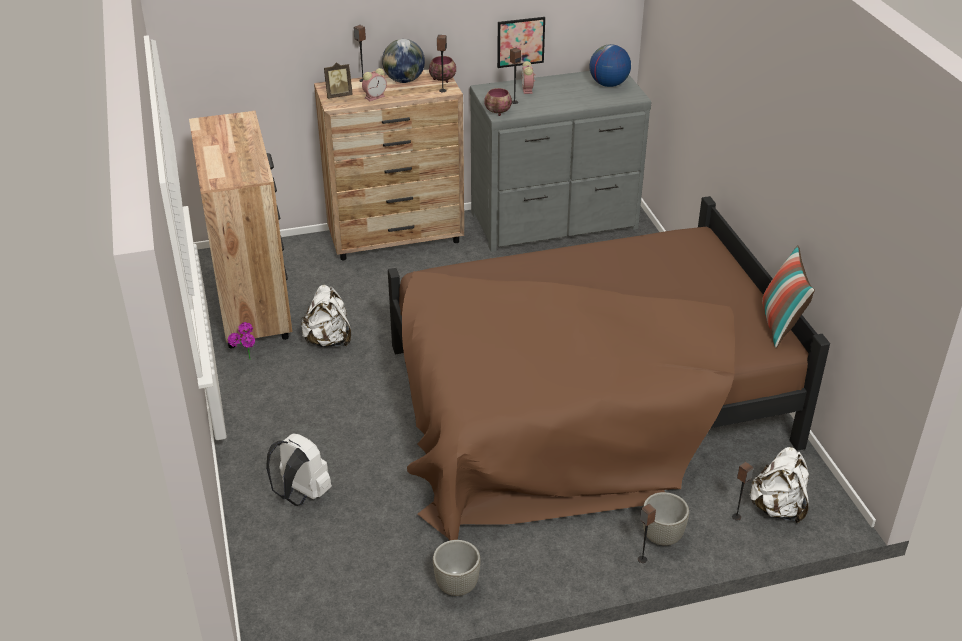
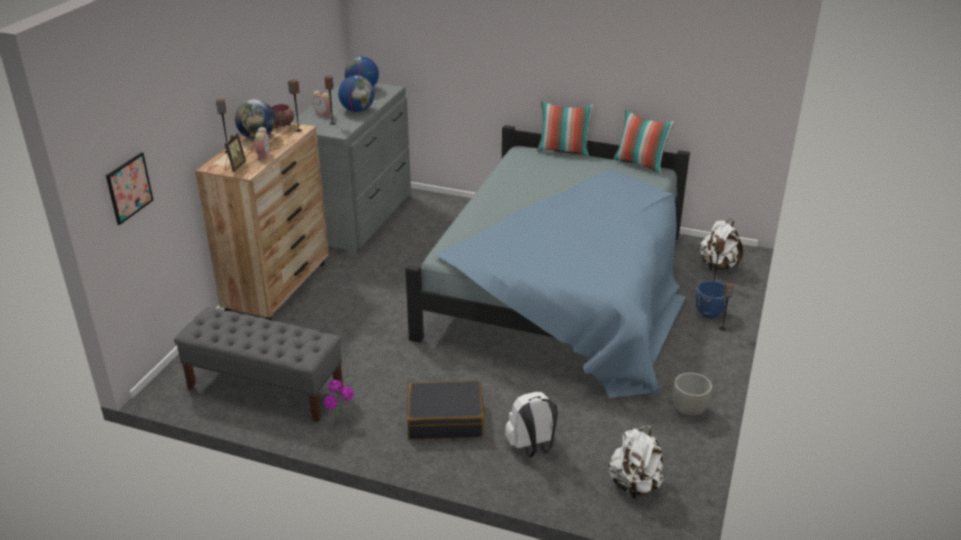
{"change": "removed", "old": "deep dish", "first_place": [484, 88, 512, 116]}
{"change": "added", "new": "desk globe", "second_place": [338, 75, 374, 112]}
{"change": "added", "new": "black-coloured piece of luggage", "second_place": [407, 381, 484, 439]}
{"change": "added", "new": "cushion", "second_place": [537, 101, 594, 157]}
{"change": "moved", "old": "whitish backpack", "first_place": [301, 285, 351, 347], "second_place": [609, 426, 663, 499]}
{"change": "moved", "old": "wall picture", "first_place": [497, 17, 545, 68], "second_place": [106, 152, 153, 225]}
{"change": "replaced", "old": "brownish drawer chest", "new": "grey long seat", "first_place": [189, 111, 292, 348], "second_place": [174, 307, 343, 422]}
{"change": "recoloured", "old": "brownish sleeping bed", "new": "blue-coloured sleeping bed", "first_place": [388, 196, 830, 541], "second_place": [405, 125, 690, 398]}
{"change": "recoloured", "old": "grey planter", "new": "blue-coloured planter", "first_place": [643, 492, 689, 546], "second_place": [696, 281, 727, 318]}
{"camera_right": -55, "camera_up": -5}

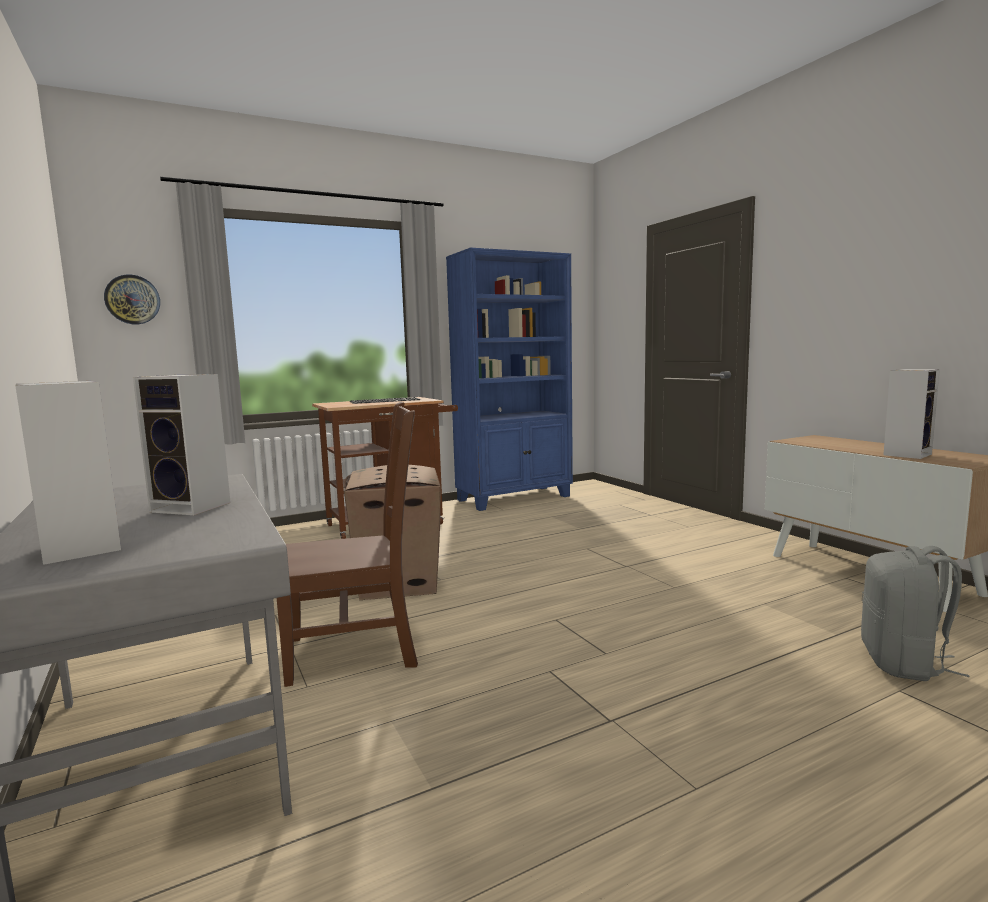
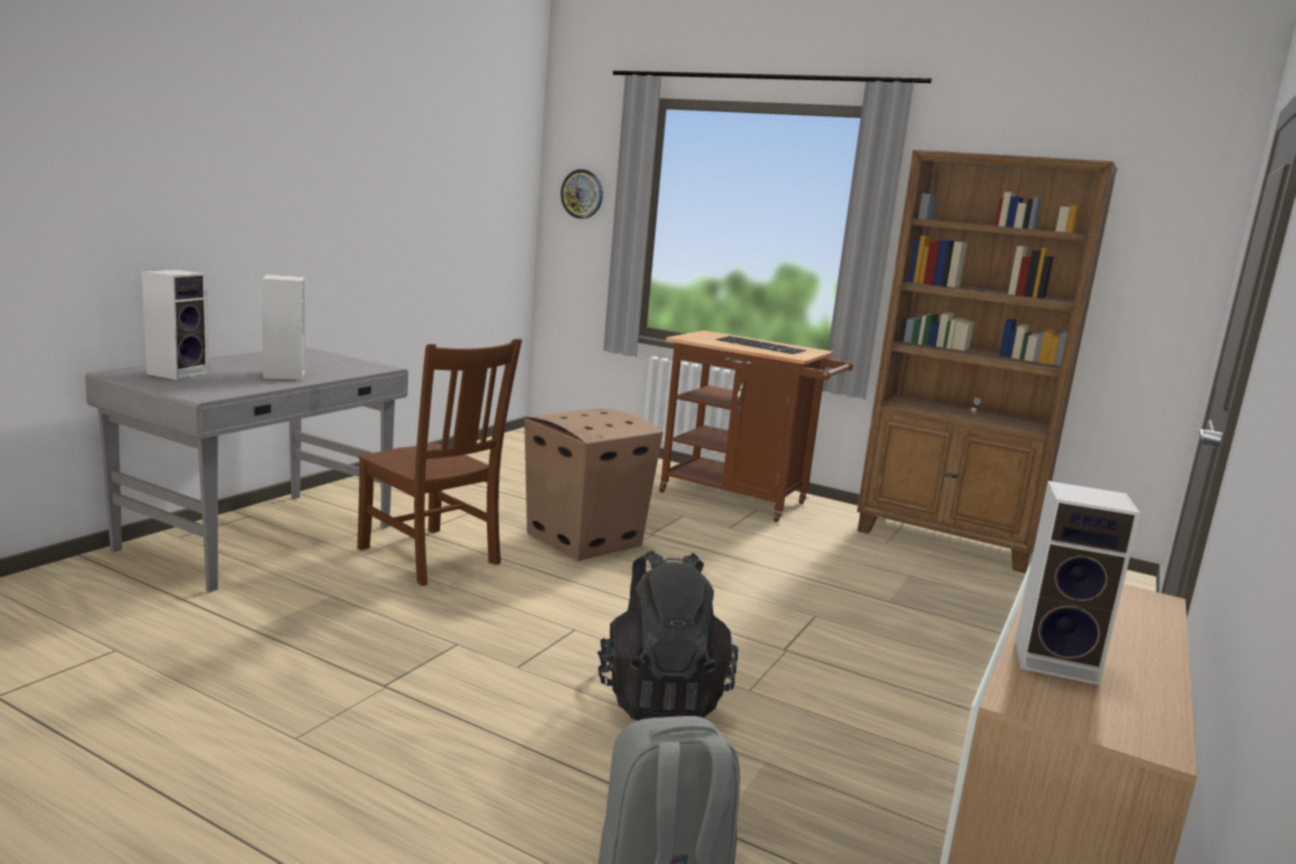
{"change": "added", "new": "black-coloured backpack", "second_place": [597, 551, 738, 721]}
{"change": "recoloured", "old": "blue-coloured shelving unit", "new": "brownish shelving unit", "first_place": [446, 248, 573, 511], "second_place": [857, 150, 1117, 573]}
{"camera_right": 55, "camera_up": 5}

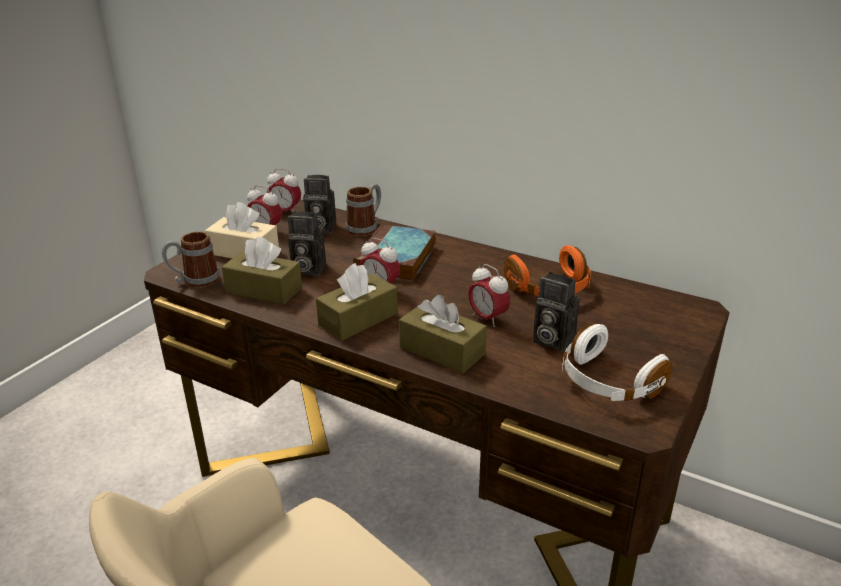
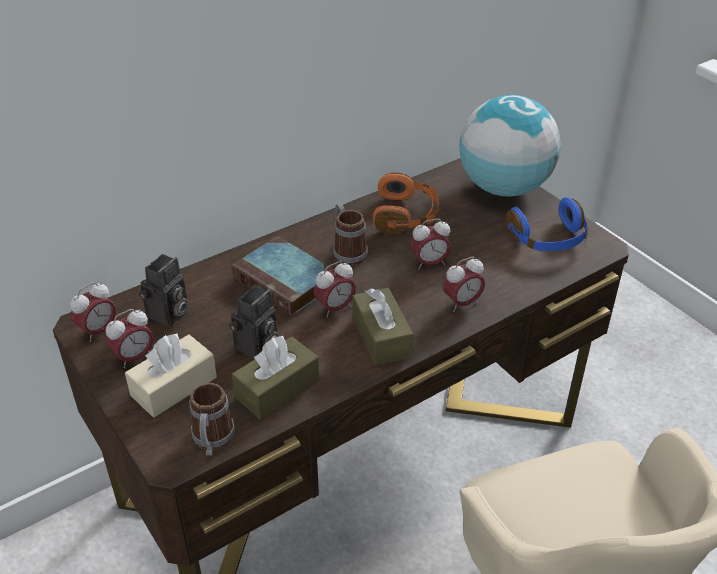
{"change": "removed", "old": "photo camera", "first_place": [533, 272, 580, 351]}
{"change": "added", "new": "desk globe", "second_place": [460, 95, 561, 197]}
{"change": "moved", "old": "coffee mug", "first_place": [346, 184, 381, 236], "second_place": [333, 203, 368, 265]}
{"change": "replaced", "old": "brownish tissue holder", "new": "alarm clock", "first_place": [399, 295, 487, 373], "second_place": [443, 257, 485, 312]}
{"change": "recoloured", "old": "whitish headset", "new": "blue-coloured headset", "first_place": [562, 324, 673, 401], "second_place": [506, 197, 588, 252]}
{"camera_right": -65, "camera_up": 10}

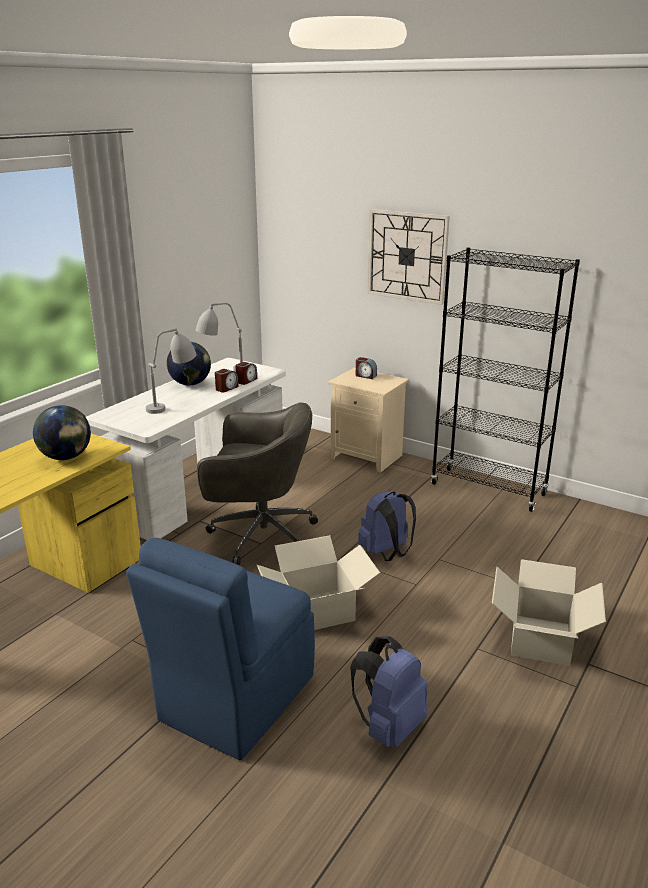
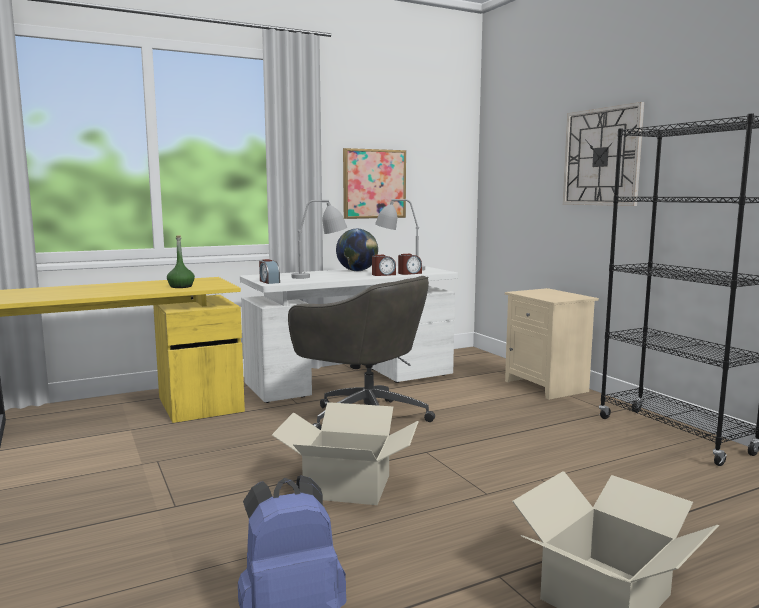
{"change": "removed", "old": "blue-coloured upright chair", "first_place": [126, 538, 315, 760]}
{"change": "removed", "old": "blue-coloured backpack", "first_place": [358, 490, 416, 561]}
{"change": "added", "new": "wall picture", "second_place": [343, 148, 406, 219]}
{"change": "moved", "old": "alarm clock", "first_place": [356, 357, 377, 379], "second_place": [259, 259, 280, 284]}
{"change": "replaced", "old": "desk globe", "new": "greenish bottle", "first_place": [33, 405, 91, 460], "second_place": [167, 235, 195, 288]}
{"camera_right": 30, "camera_up": -15}

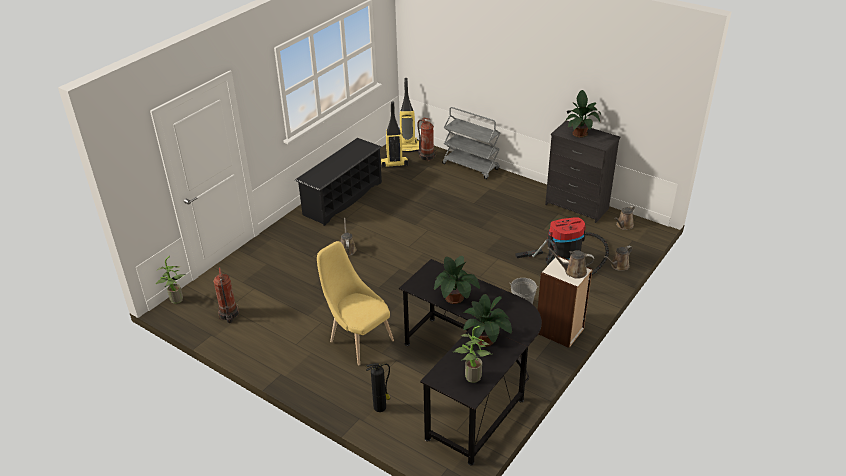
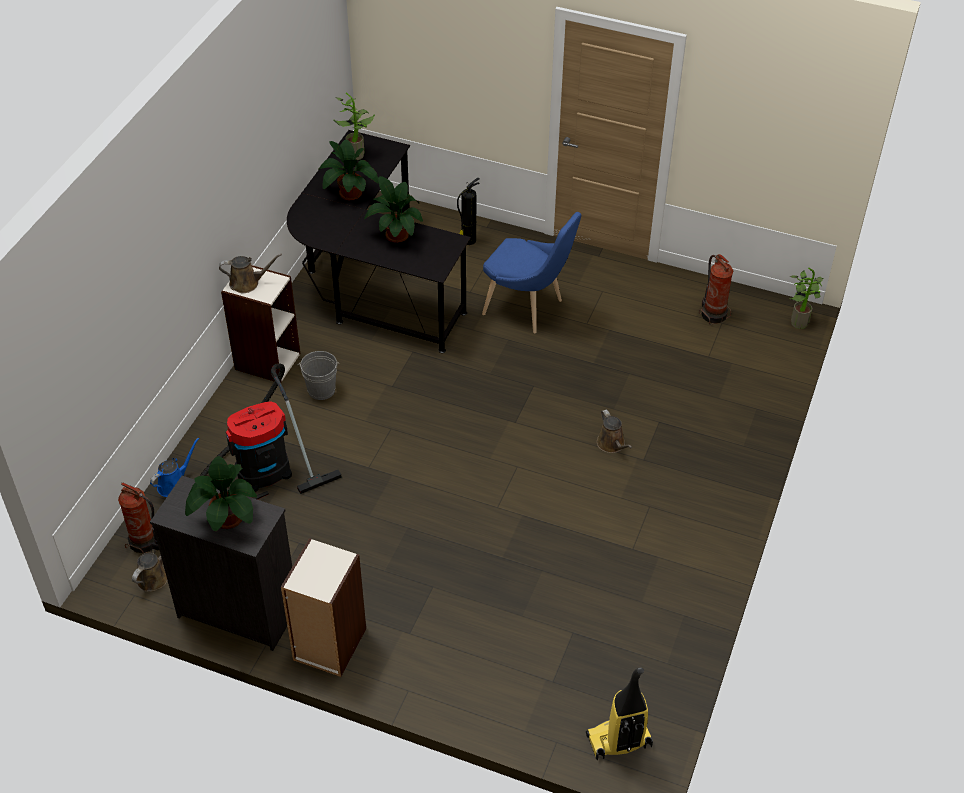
{"change": "removed", "old": "black-coloured shoe stand", "first_place": [294, 138, 382, 226]}
{"change": "removed", "old": "vacuum cleaner", "first_place": [380, 101, 408, 168]}
{"change": "removed", "old": "grey cart", "first_place": [442, 107, 500, 179]}
{"change": "added", "new": "shelving unit", "second_place": [281, 538, 366, 677]}
{"change": "moved", "old": "fire-fighting cylinder", "first_place": [417, 117, 437, 161], "second_place": [118, 483, 159, 554]}
{"change": "recoloured", "old": "yellow upright chair", "new": "blue-coloured upright chair", "first_place": [317, 241, 394, 366], "second_place": [482, 212, 581, 333]}
{"change": "recoloured", "old": "brownish watering pot", "new": "blue-coloured watering pot", "first_place": [604, 246, 633, 271], "second_place": [150, 438, 199, 497]}
{"camera_right": 165, "camera_up": 10}

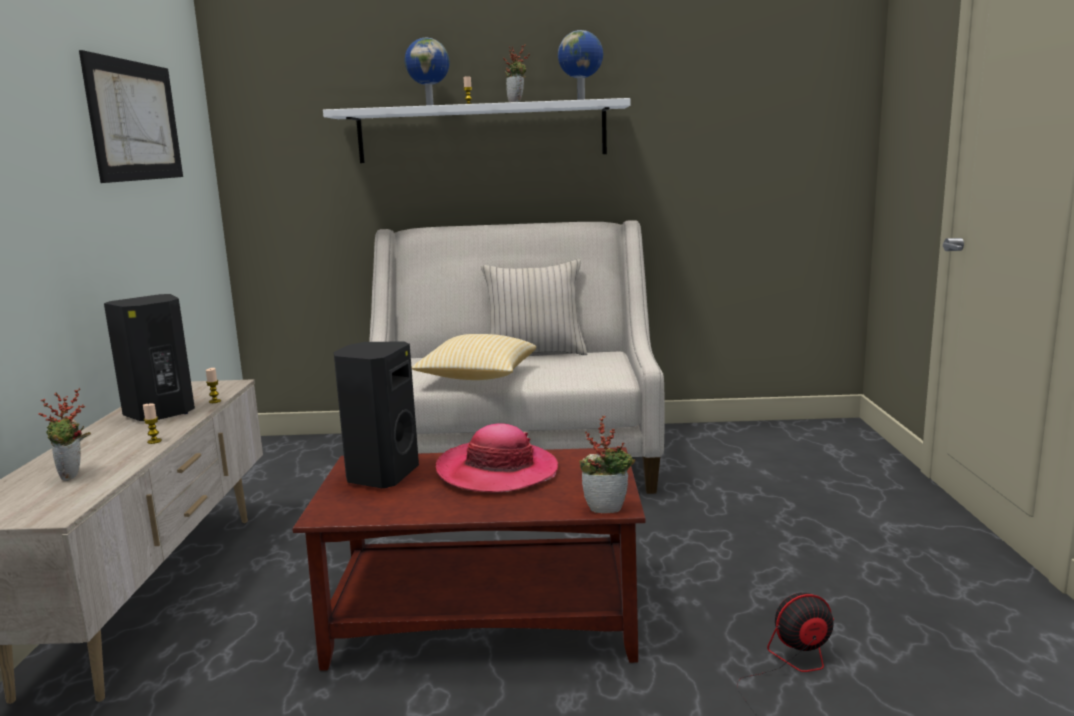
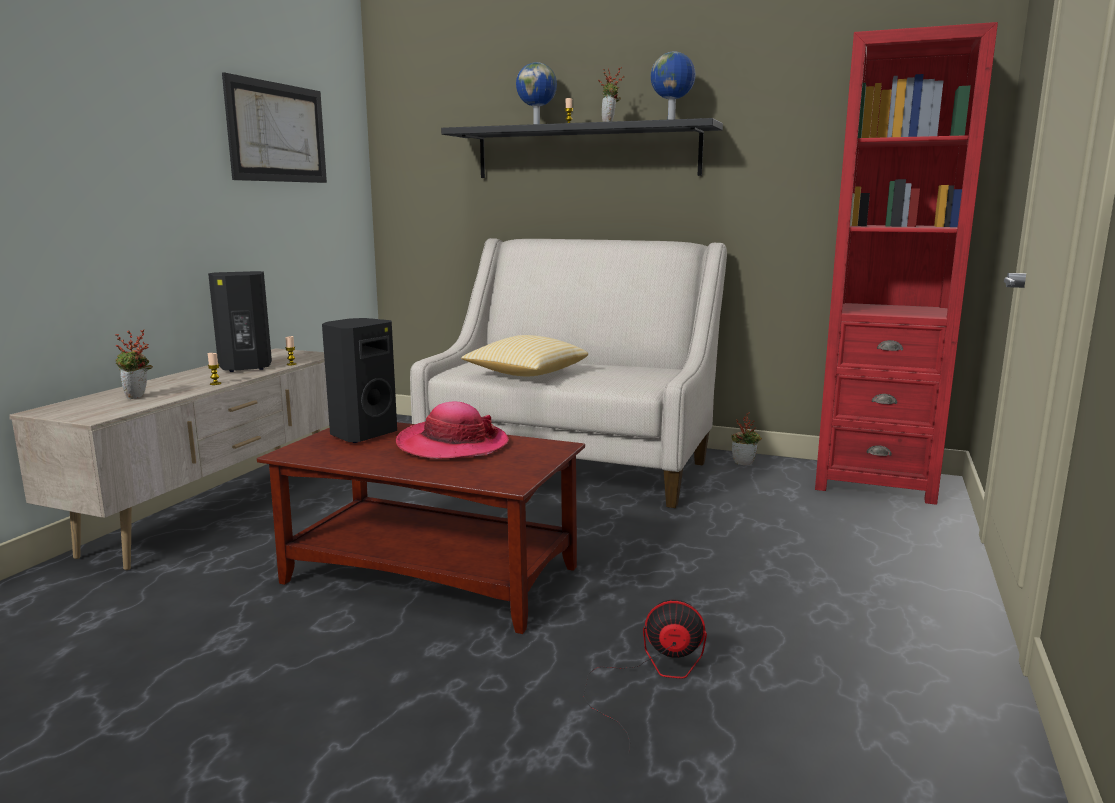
{"change": "removed", "old": "beige cushion", "first_place": [481, 259, 587, 355]}
{"change": "added", "new": "red-coloured shelving unit", "second_place": [815, 22, 998, 505]}
{"change": "moved", "old": "houseplant", "first_place": [579, 415, 635, 513], "second_place": [732, 412, 762, 466]}
{"change": "recoloured", "old": "whitish bracket shelf", "new": "black-coloured bracket shelf", "first_place": [323, 98, 631, 163], "second_place": [441, 118, 723, 178]}
{"camera_right": 20, "camera_up": 0}

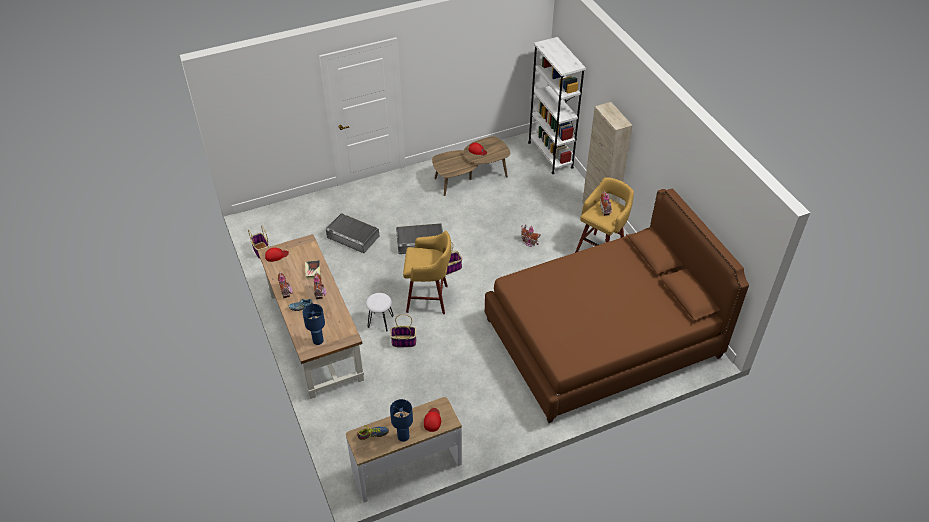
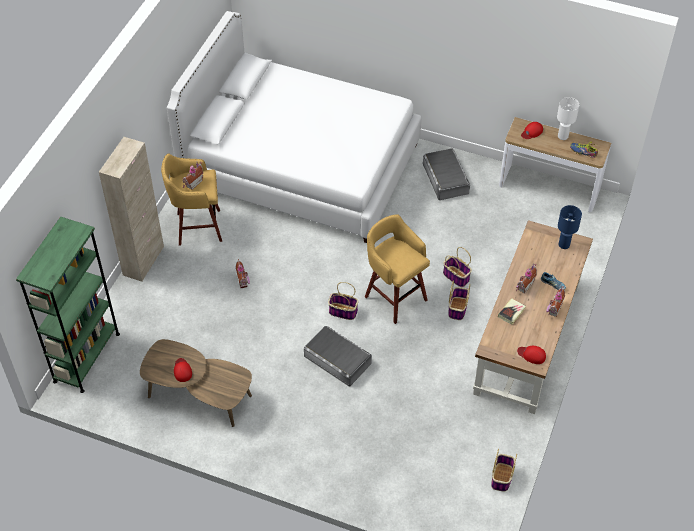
{"change": "moved", "old": "grey storage bin", "first_place": [326, 213, 379, 253], "second_place": [423, 148, 470, 200]}
{"change": "replaced", "old": "whitish stool", "new": "basket", "first_place": [366, 293, 394, 331], "second_place": [448, 280, 470, 320]}
{"change": "recoloured", "old": "blue-coloured lamp for a table", "new": "whitish lamp for a table", "first_place": [390, 399, 413, 442], "second_place": [557, 97, 579, 140]}
{"change": "recoloured", "old": "brownish sleeping bed", "new": "whitish sleeping bed", "first_place": [485, 189, 749, 423], "second_place": [167, 11, 421, 243]}
{"change": "recoloured", "old": "whitish shelving unit", "new": "greenish shelving unit", "first_place": [528, 37, 586, 174], "second_place": [16, 217, 120, 393]}
{"camera_right": -135, "camera_up": 5}

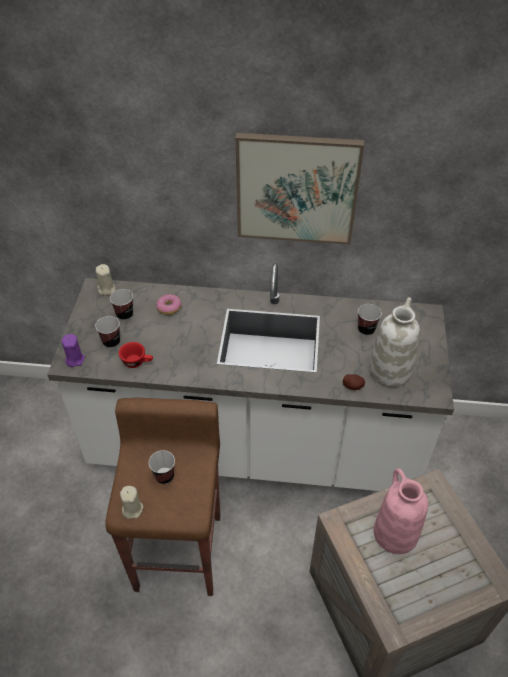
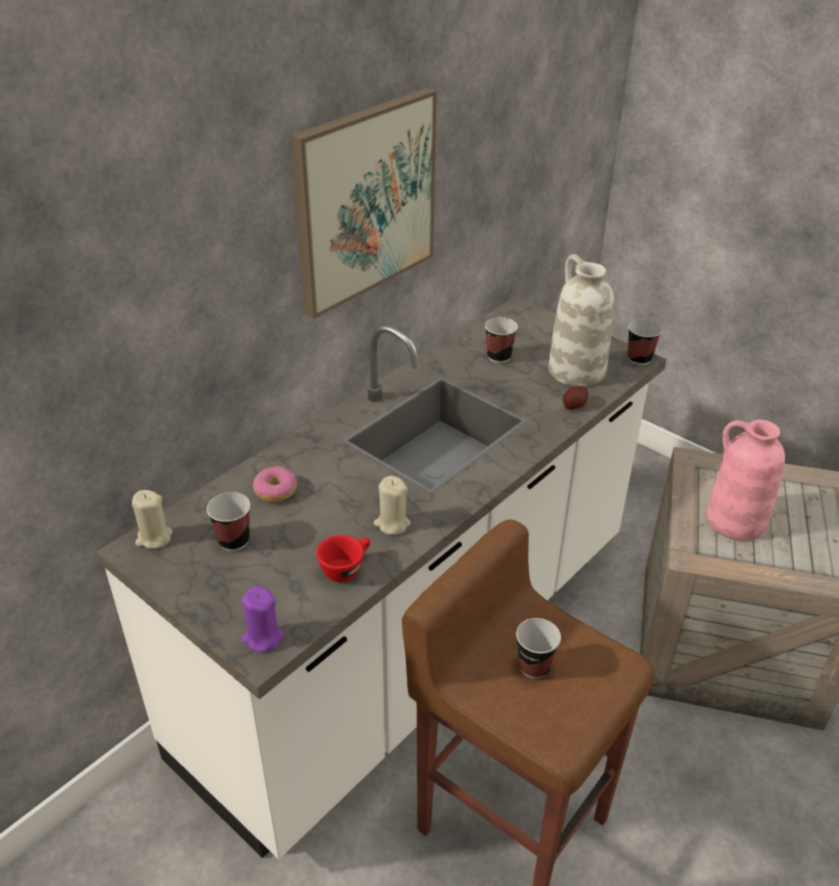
{"change": "moved", "old": "small cup", "first_place": [95, 316, 120, 348], "second_place": [628, 319, 662, 365]}
{"change": "moved", "old": "beige wax candle", "first_place": [120, 486, 143, 519], "second_place": [374, 476, 411, 535]}
{"camera_right": -55, "camera_up": -10}

